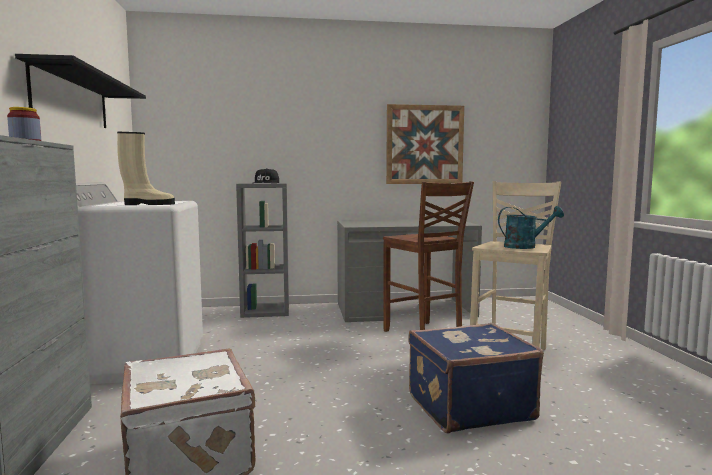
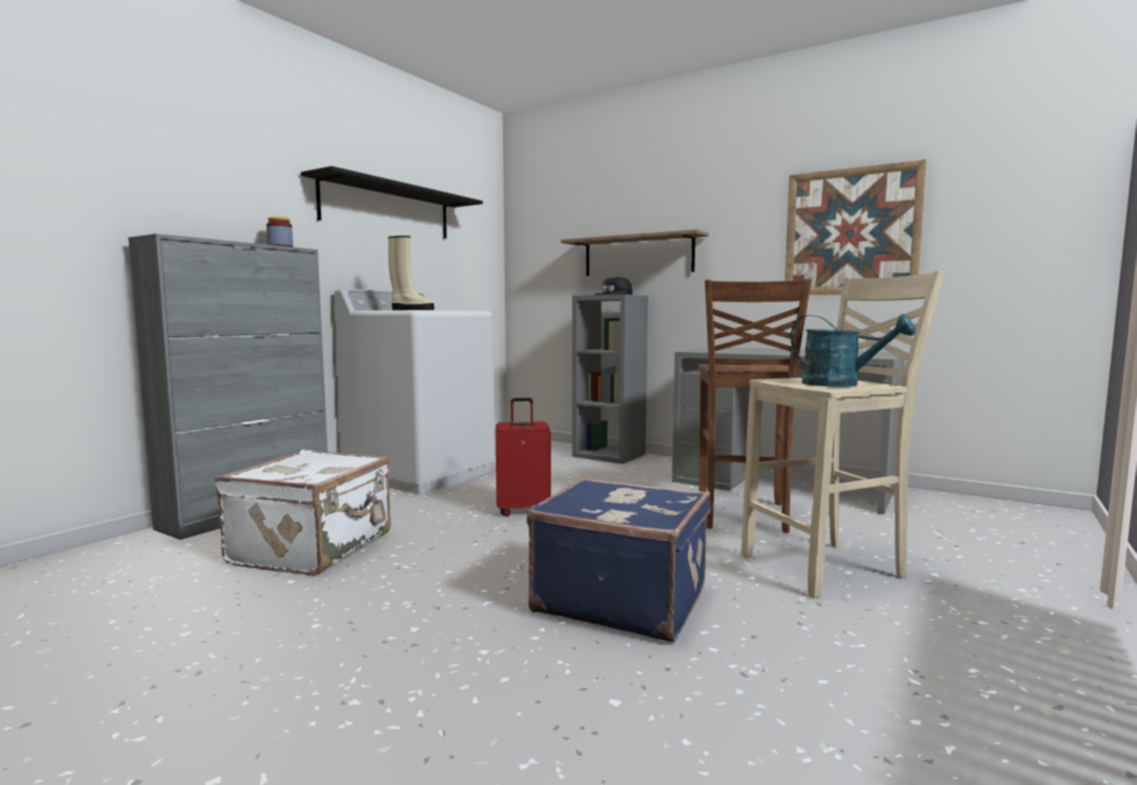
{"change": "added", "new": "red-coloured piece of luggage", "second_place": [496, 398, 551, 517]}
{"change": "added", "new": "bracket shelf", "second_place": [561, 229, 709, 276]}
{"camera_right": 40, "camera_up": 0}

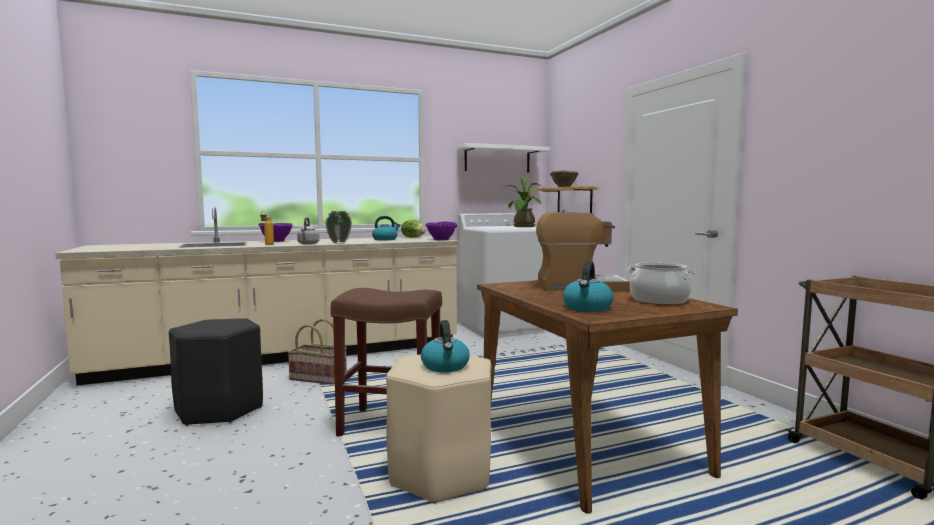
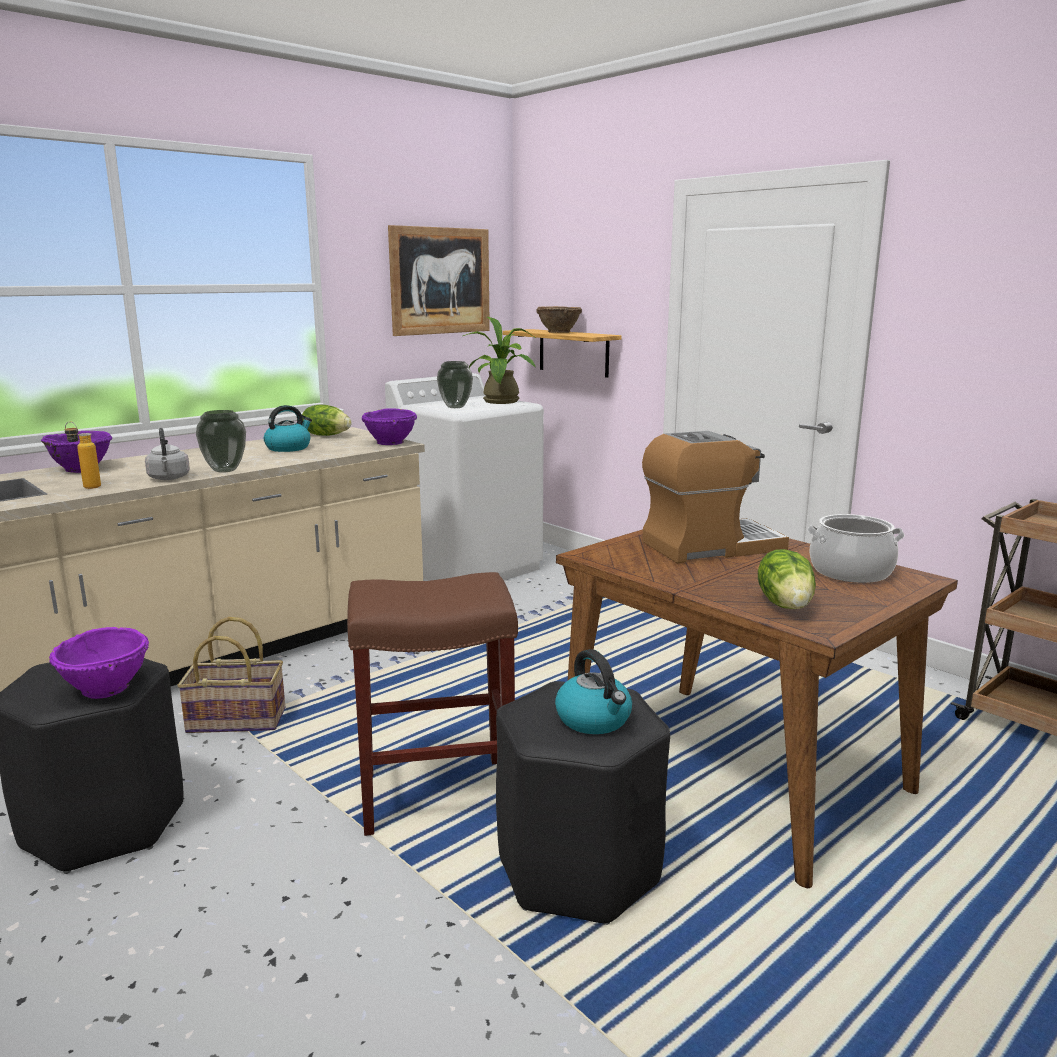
{"change": "added", "new": "purplish deep dish", "second_place": [49, 627, 149, 699]}
{"change": "added", "new": "vase", "second_place": [437, 361, 473, 408]}
{"change": "replaced", "old": "whitish bracket shelf", "new": "wall picture", "first_place": [456, 143, 550, 173], "second_place": [388, 225, 490, 336]}
{"change": "replaced", "old": "tea kettle", "new": "head of lettuce", "first_place": [563, 261, 613, 312], "second_place": [758, 549, 816, 609]}
{"change": "recoloured", "old": "beige stool", "new": "black-coloured stool", "first_place": [386, 354, 491, 504], "second_place": [496, 681, 670, 925]}
{"camera_right": -20, "camera_up": 10}

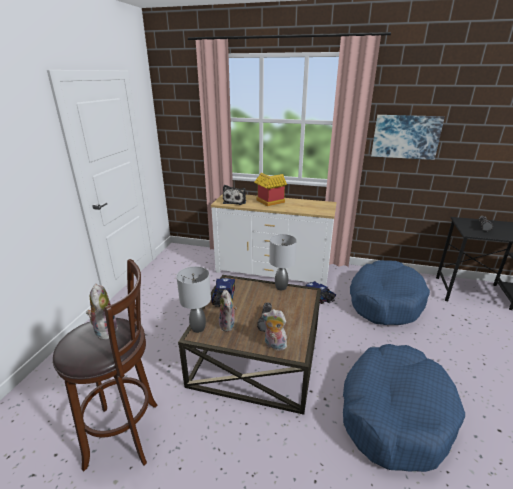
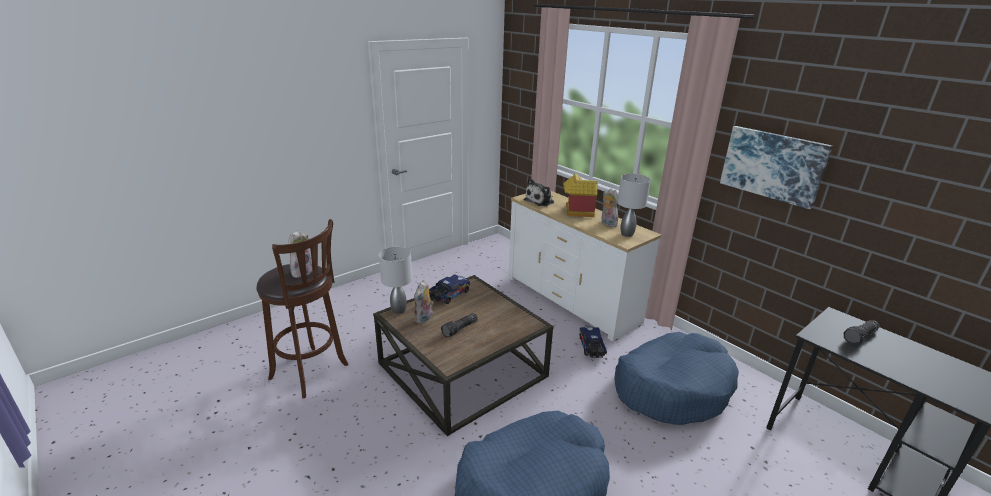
{"change": "moved", "old": "cuddly toy", "first_place": [262, 309, 287, 351], "second_place": [601, 189, 618, 227]}
{"change": "moved", "old": "grey lamp for a table", "first_place": [269, 234, 297, 290], "second_place": [617, 174, 651, 237]}
{"camera_right": 35, "camera_up": 0}

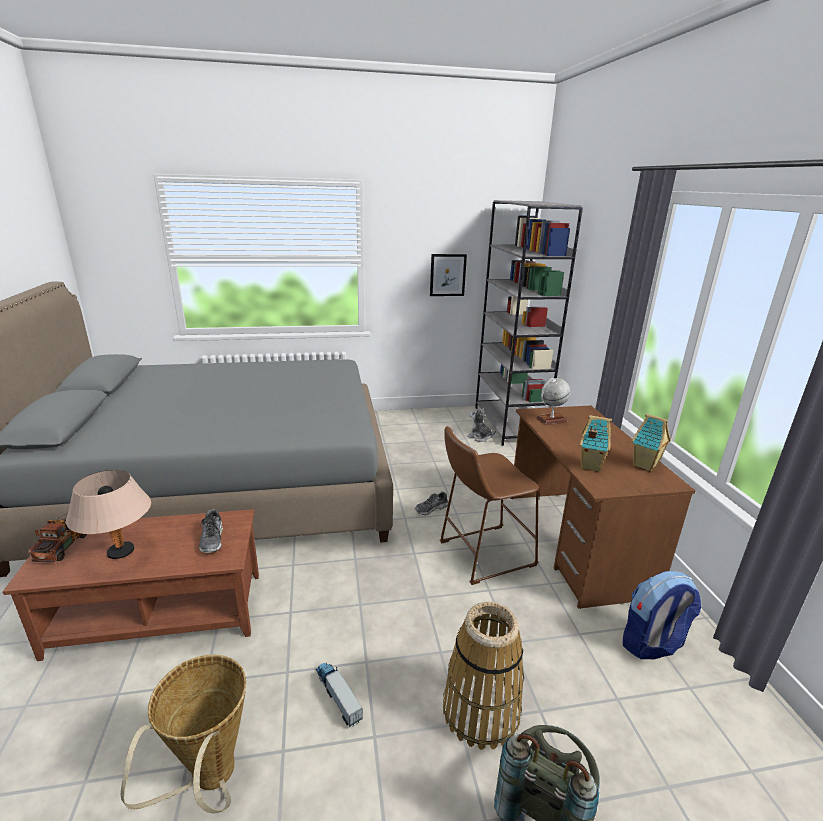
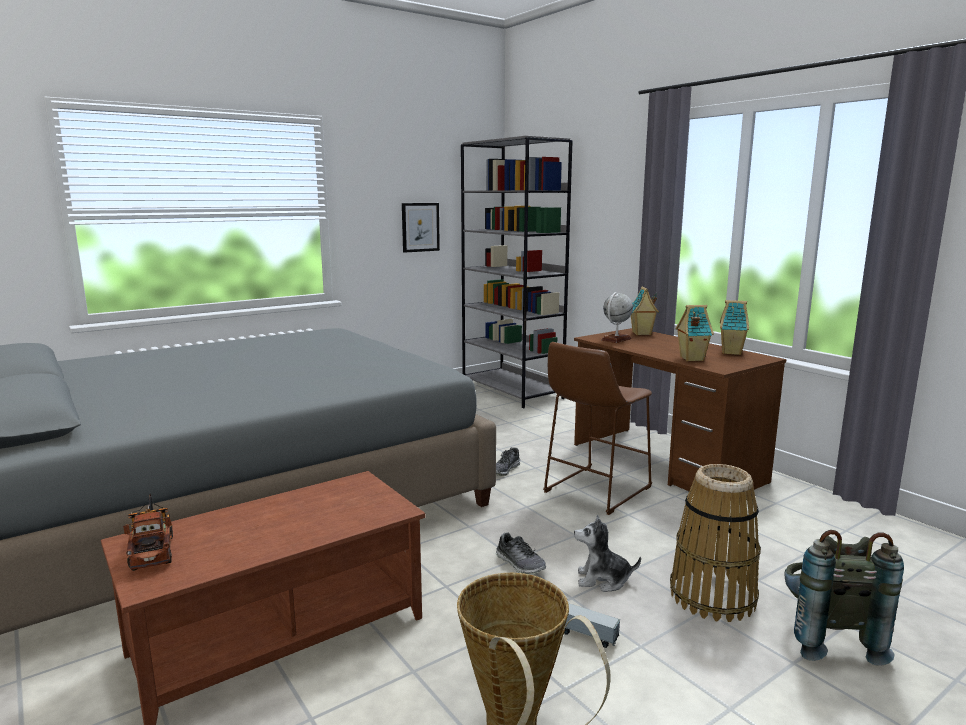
{"change": "removed", "old": "beige lamp for a table", "first_place": [66, 470, 151, 559]}
{"change": "removed", "old": "backpack", "first_place": [623, 571, 701, 659]}
{"change": "added", "new": "miniature house", "second_place": [631, 287, 659, 335]}
{"change": "moved", "old": "item of footwear", "first_place": [199, 509, 223, 553], "second_place": [495, 532, 547, 575]}
{"change": "moved", "old": "cuddly toy", "first_place": [467, 408, 497, 442], "second_place": [574, 515, 641, 592]}
{"camera_right": -25, "camera_up": -10}

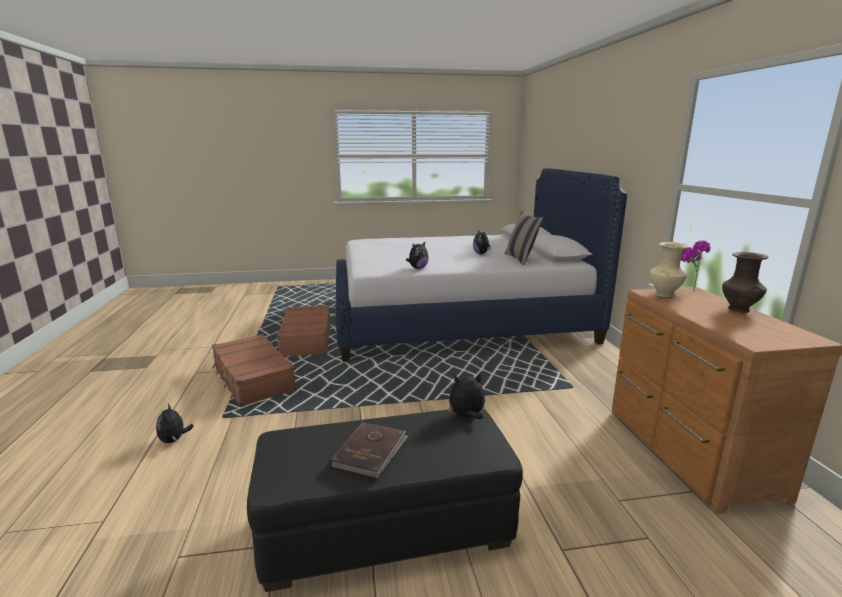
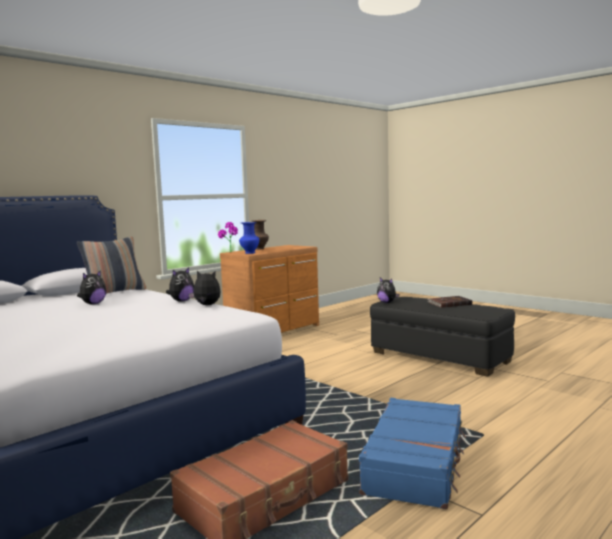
{"change": "moved", "old": "cuddly toy", "first_place": [156, 404, 194, 443], "second_place": [166, 268, 194, 301]}
{"change": "recoloured", "old": "brownish piece of luggage", "new": "blue-coloured piece of luggage", "first_place": [212, 334, 296, 407], "second_place": [359, 398, 466, 509]}
{"change": "recoloured", "old": "beige vase", "new": "blue-coloured vase", "first_place": [649, 242, 688, 297], "second_place": [239, 222, 259, 254]}
{"camera_right": -125, "camera_up": -10}

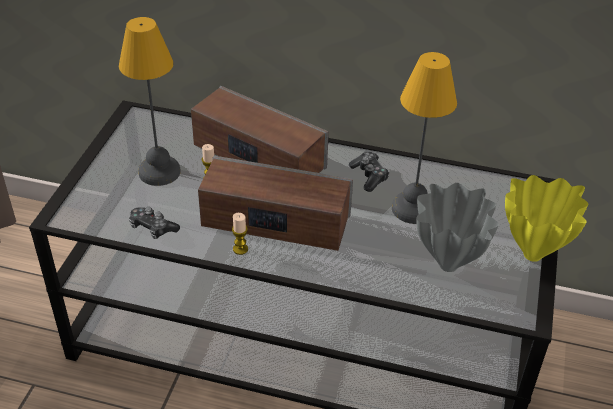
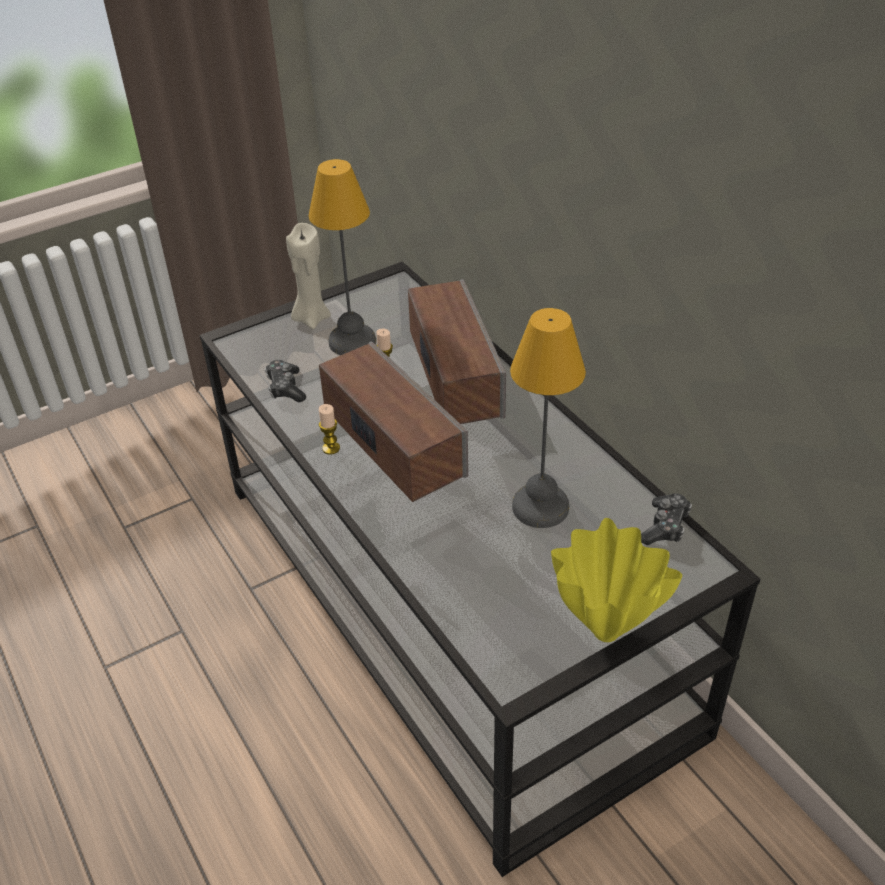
{"change": "removed", "old": "grey vase", "first_place": [416, 183, 499, 272]}
{"change": "added", "new": "beige wax candle", "second_place": [286, 223, 331, 329]}
{"change": "moved", "old": "joypad", "first_place": [349, 151, 389, 192], "second_place": [641, 493, 692, 545]}
{"camera_right": 45, "camera_up": 0}

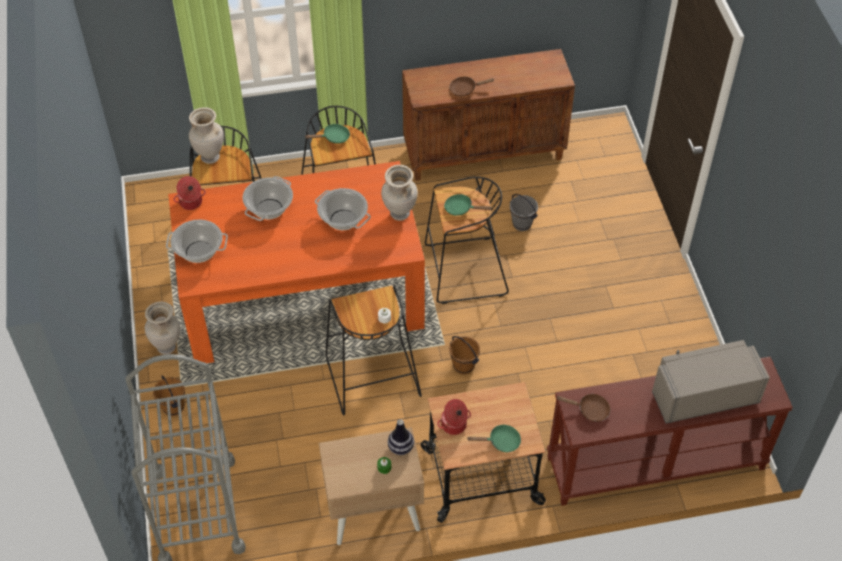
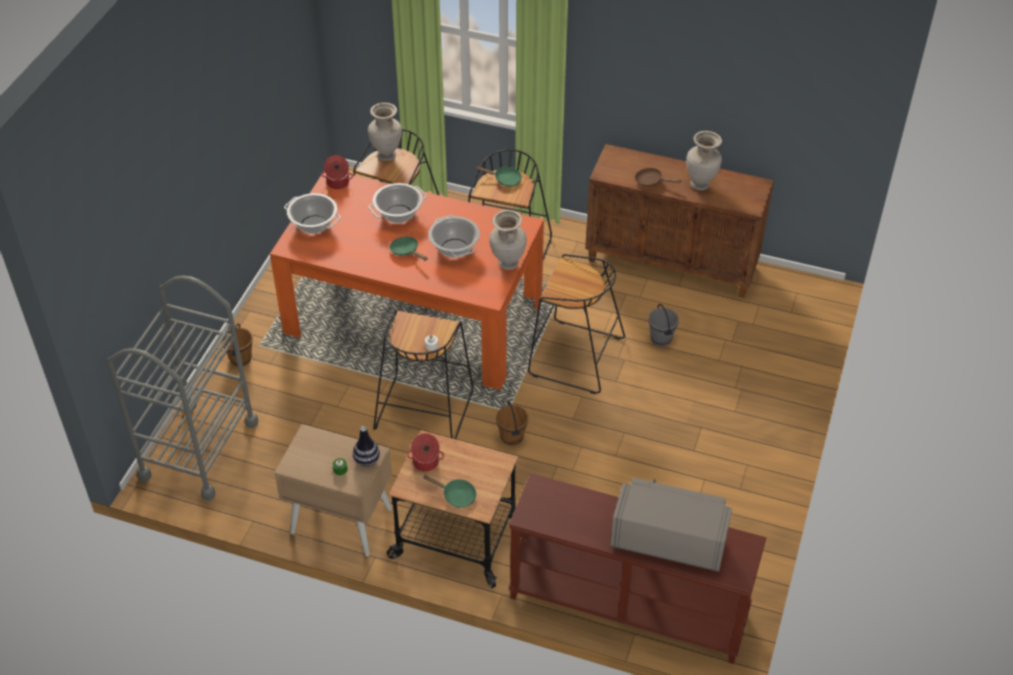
{"change": "removed", "old": "brownish skillet", "first_place": [556, 394, 610, 422]}
{"change": "moved", "old": "beige vase", "first_place": [145, 302, 180, 355], "second_place": [686, 131, 722, 190]}
{"change": "moved", "old": "greenish skillet", "first_place": [444, 194, 492, 216], "second_place": [390, 237, 428, 261]}
{"camera_right": 30, "camera_up": -5}

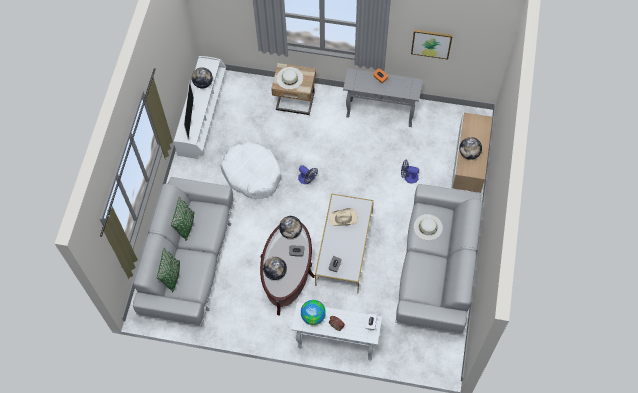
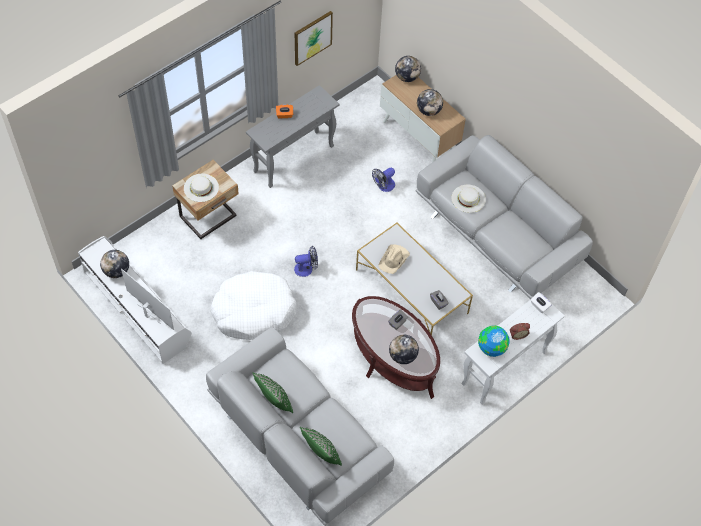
{"change": "moved", "old": "desk globe", "first_place": [279, 216, 302, 239], "second_place": [395, 56, 421, 82]}
{"camera_right": -55, "camera_up": -5}

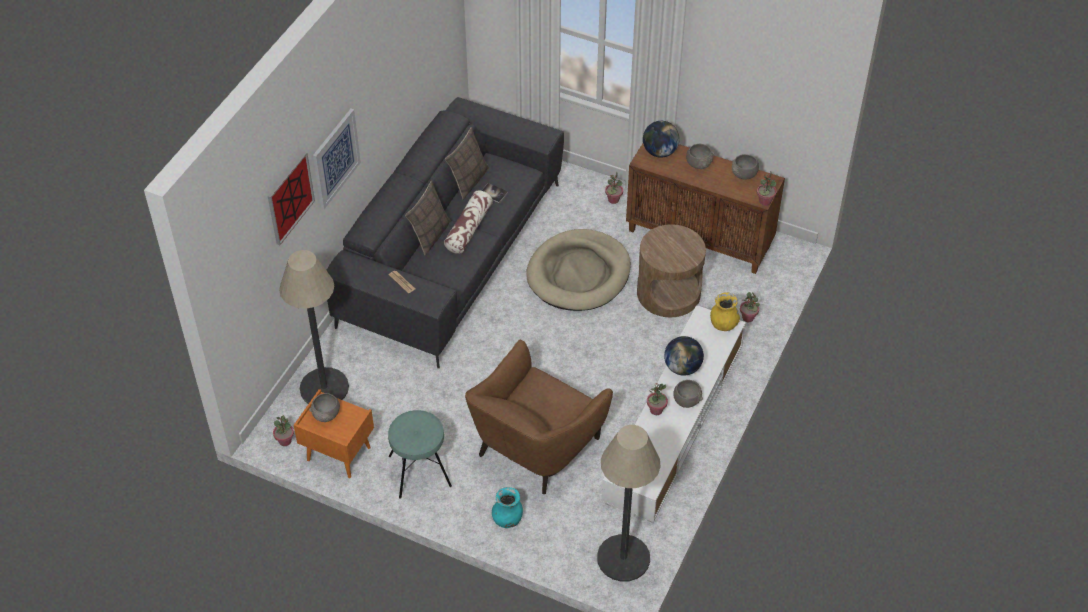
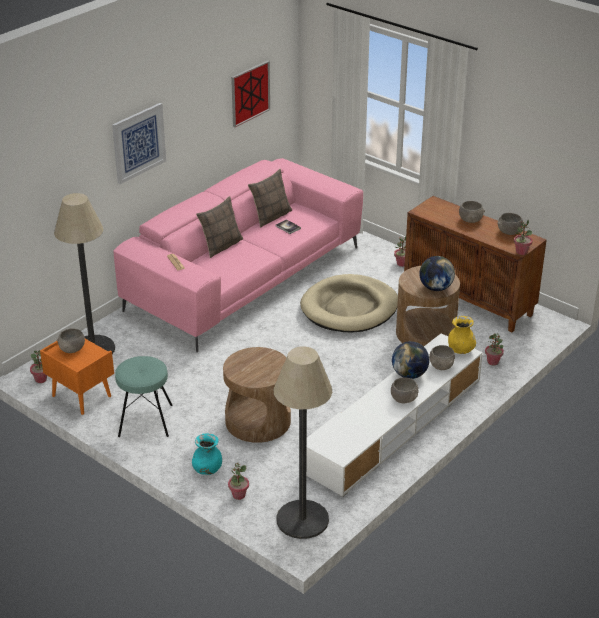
{"change": "removed", "old": "cushion", "first_place": [444, 191, 493, 254]}
{"change": "added", "new": "grey deep dish", "second_place": [429, 345, 455, 370]}
{"change": "moved", "old": "wall picture", "first_place": [268, 151, 315, 245], "second_place": [231, 60, 270, 127]}
{"change": "moved", "old": "desk globe", "first_place": [643, 121, 680, 158], "second_place": [419, 256, 455, 291]}
{"change": "moved", "old": "houseplant", "first_place": [647, 383, 668, 415], "second_place": [228, 463, 249, 500]}
{"change": "replaced", "old": "brownish lounge chair", "new": "brownish end table", "first_place": [465, 340, 613, 494], "second_place": [223, 347, 291, 443]}
{"change": "recoloured", "old": "grey settee", "new": "pinkish settee", "first_place": [326, 97, 564, 368], "second_place": [114, 158, 363, 352]}
{"camera_right": 15, "camera_up": -15}

